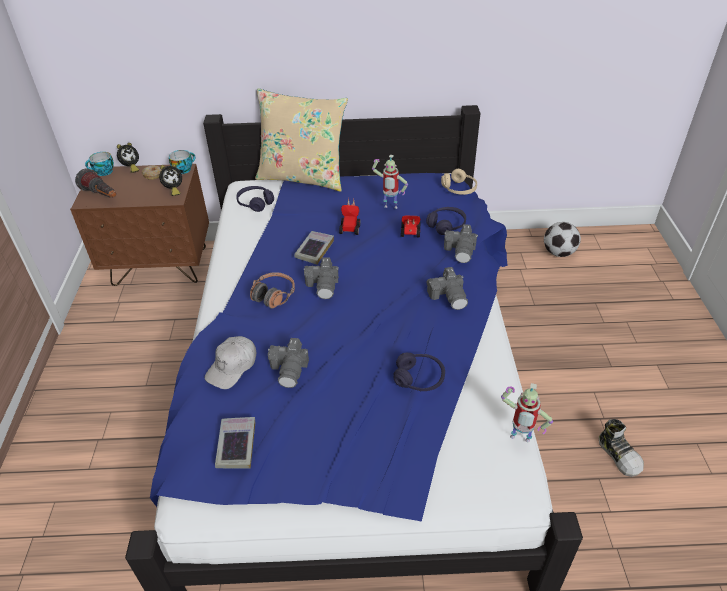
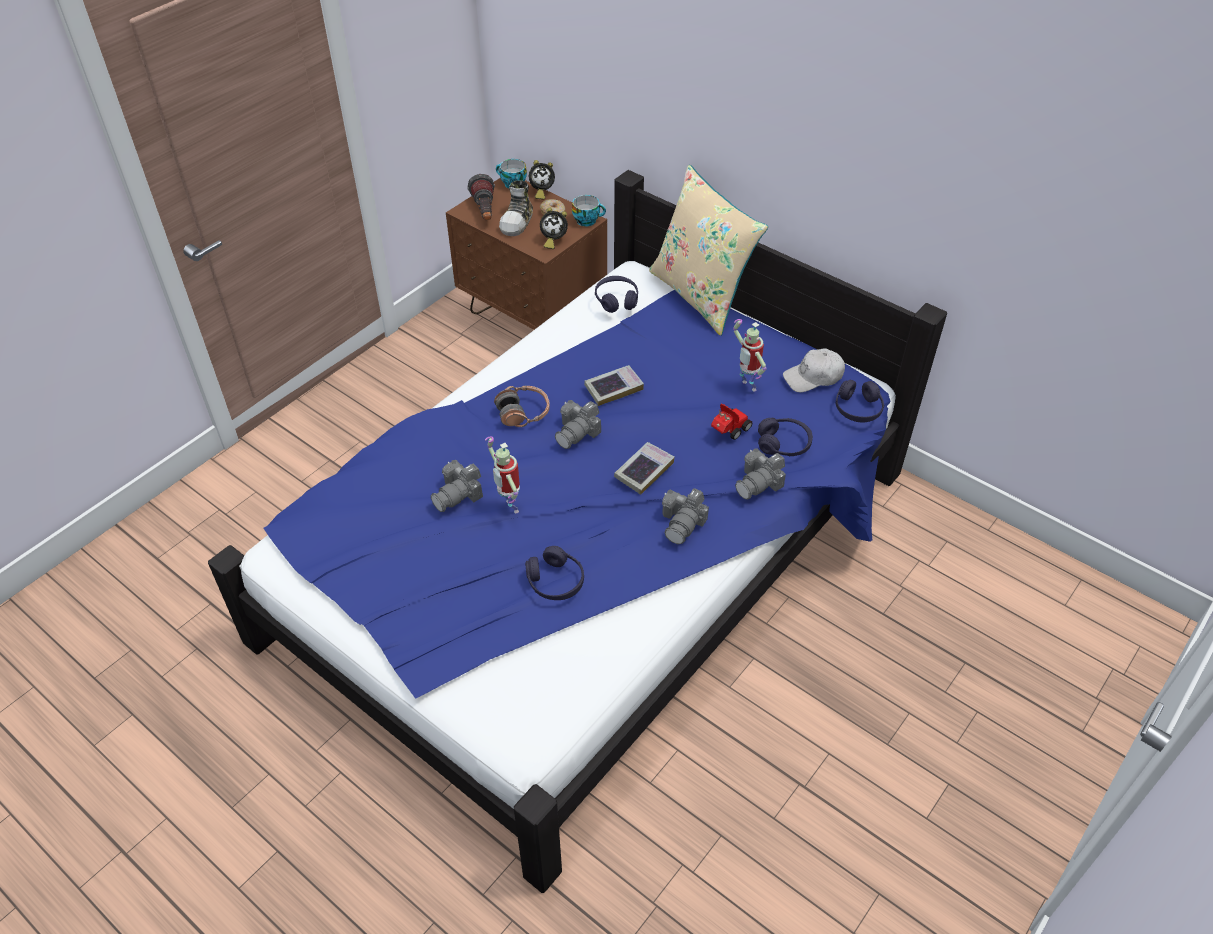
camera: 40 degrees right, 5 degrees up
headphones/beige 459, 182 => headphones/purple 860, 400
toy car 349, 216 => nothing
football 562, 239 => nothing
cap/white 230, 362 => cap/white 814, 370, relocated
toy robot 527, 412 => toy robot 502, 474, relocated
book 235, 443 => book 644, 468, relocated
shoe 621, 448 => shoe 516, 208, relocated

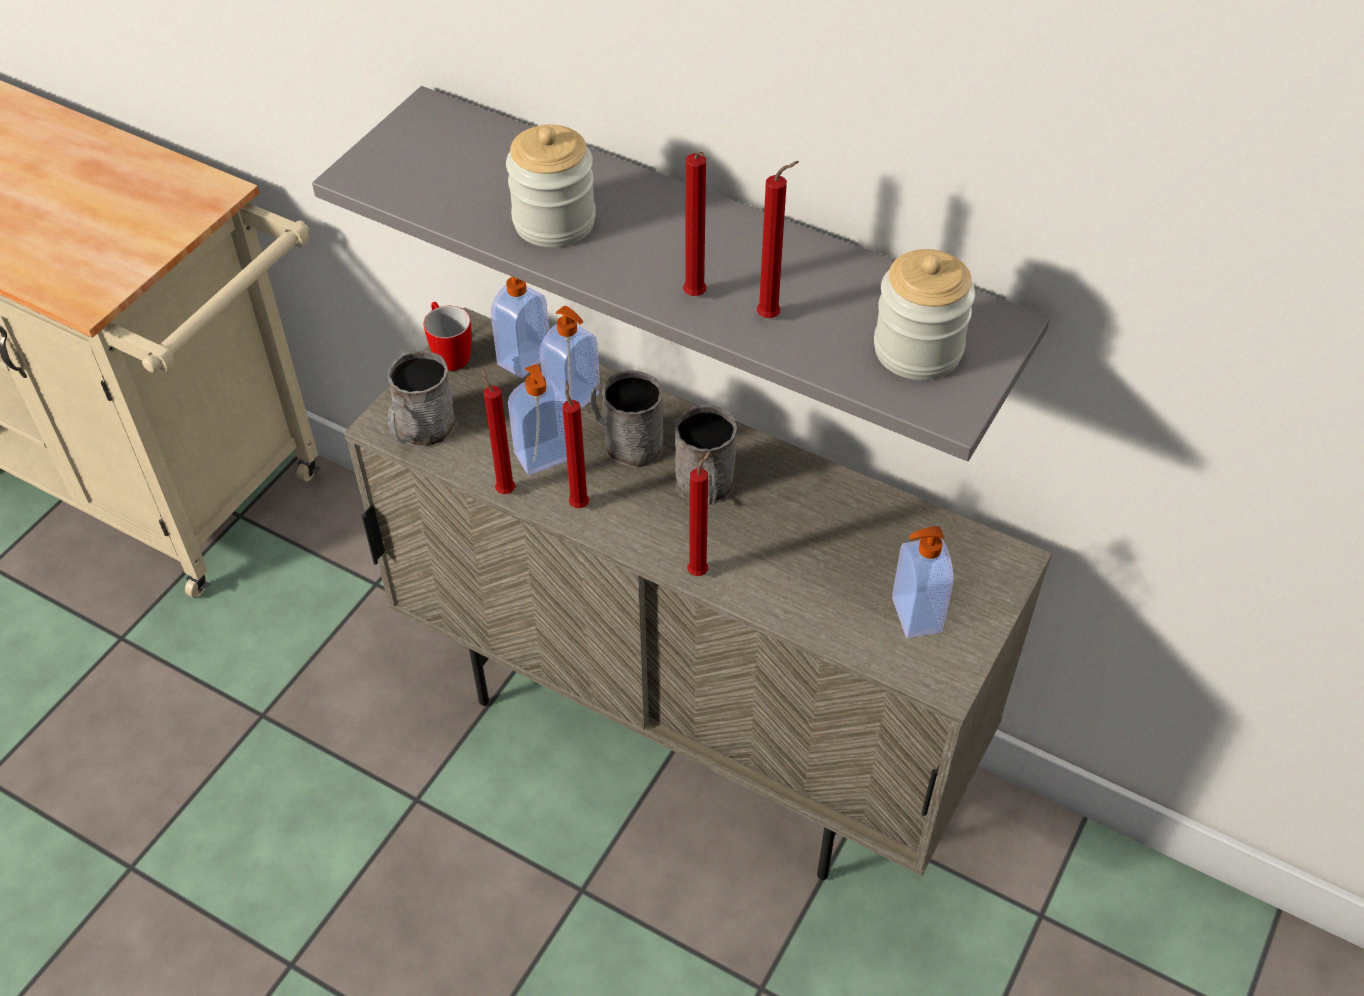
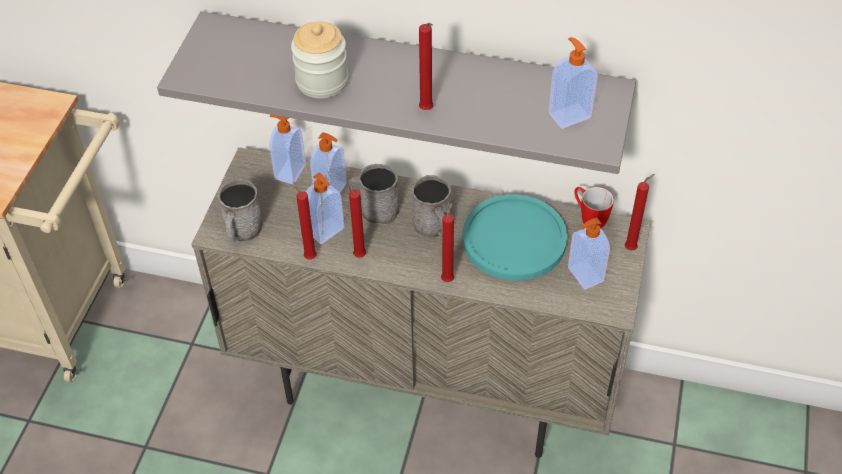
camera: 15 degrees left, 0 degrees up
candle/red 778, 239 => candle/red 640, 212, relocated
jar 924, 314 => soap dispenser 573, 83
mug 448, 336 => mug 594, 207, relocated
nothing => plate/turquoise 514, 237

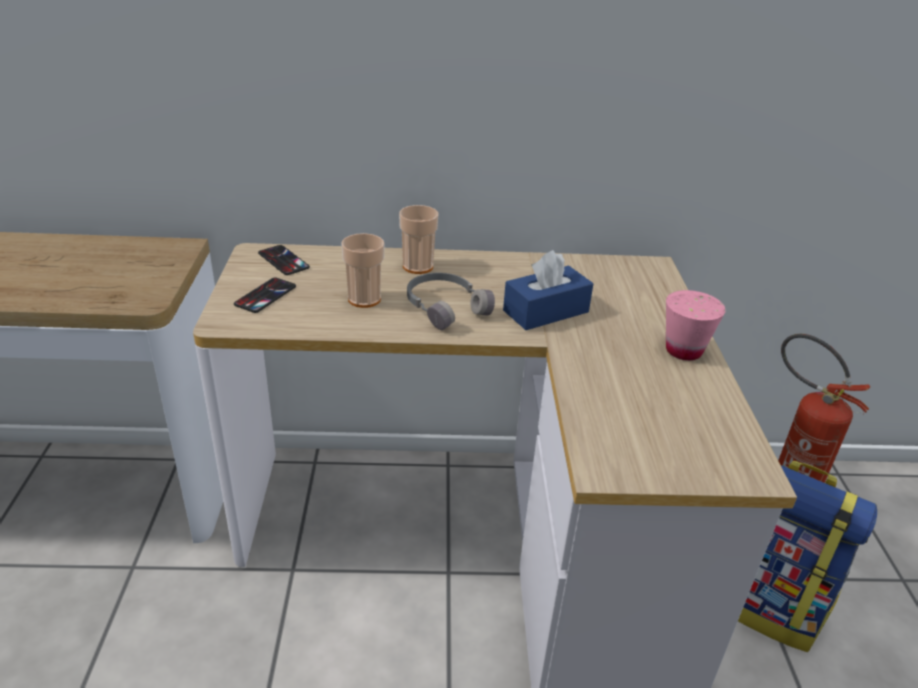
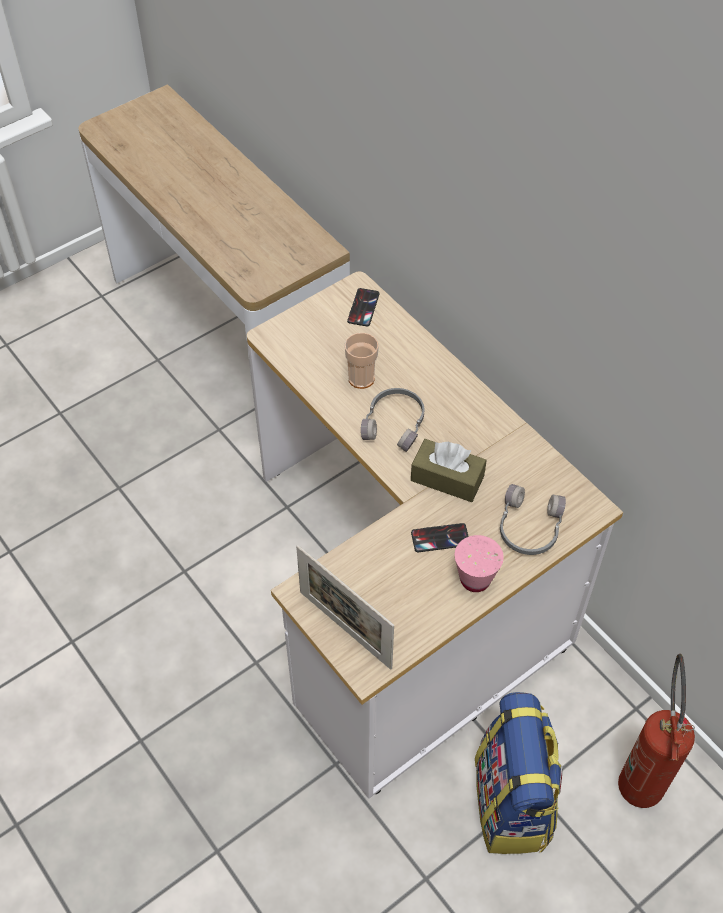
camera: 55 degrees right, 20 degrees up
cup 419, 239 => nothing
tissue box/blue 548, 290 => tissue box/brown 449, 470
phone 265, 295 => phone 440, 537, relocated
nothing => headphones/grey 533, 519
nothing => picture frame 345, 607

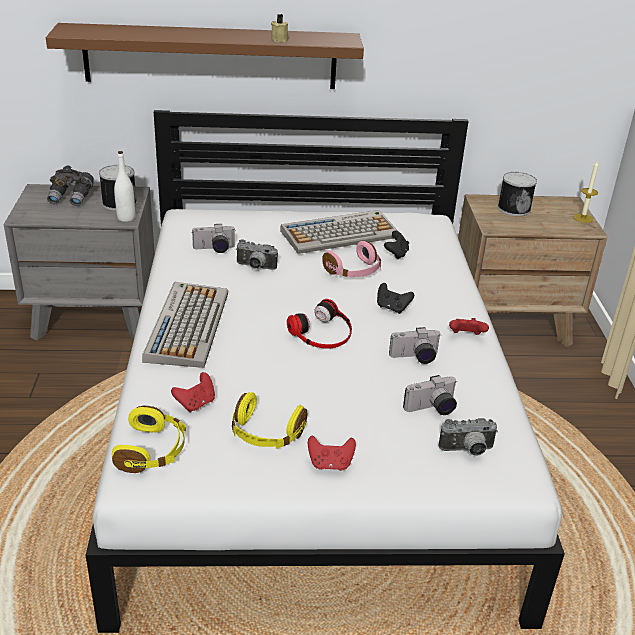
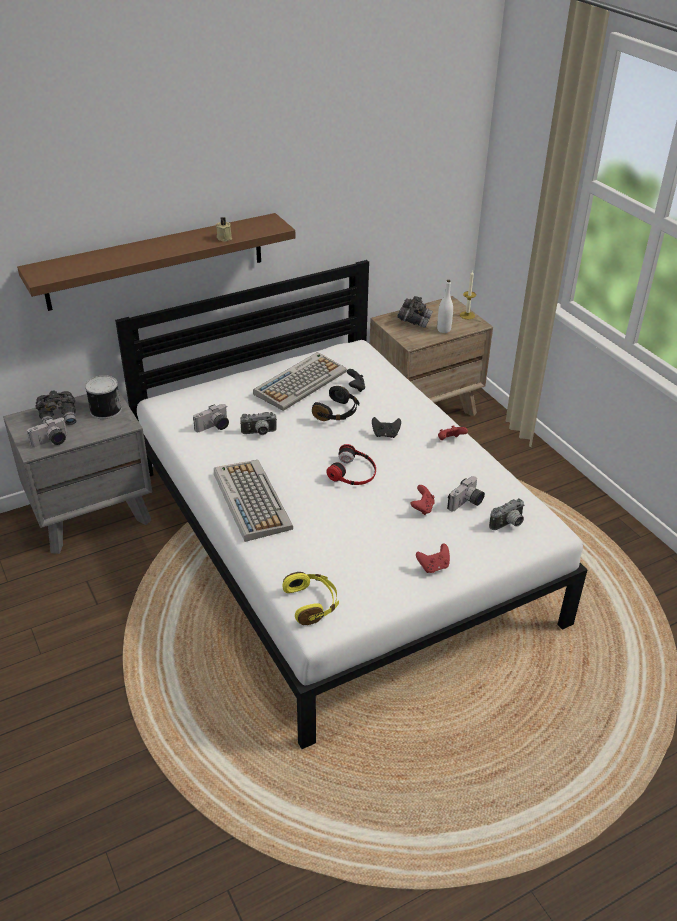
camera: 25 degrees left, 5 degrees up
bottle/white 124, 186 => bottle/white 445, 306, relocated
can 517, 194 => binoculars/grey 415, 312
headphones/pink 351, 259 => headphones/black 335, 403
photo camera 414, 345 => photo camera 47, 432, relocated
game controller/red 193, 392 => game controller/red 423, 500, relocated
headphones/yellow 269, 420 => nothing

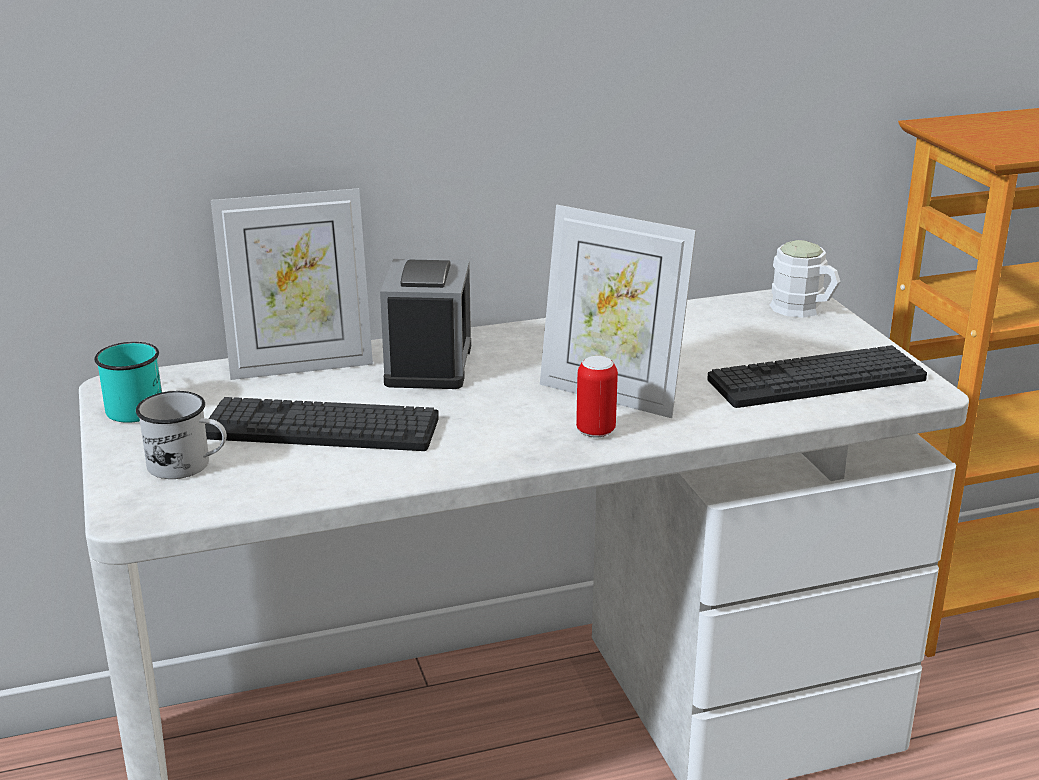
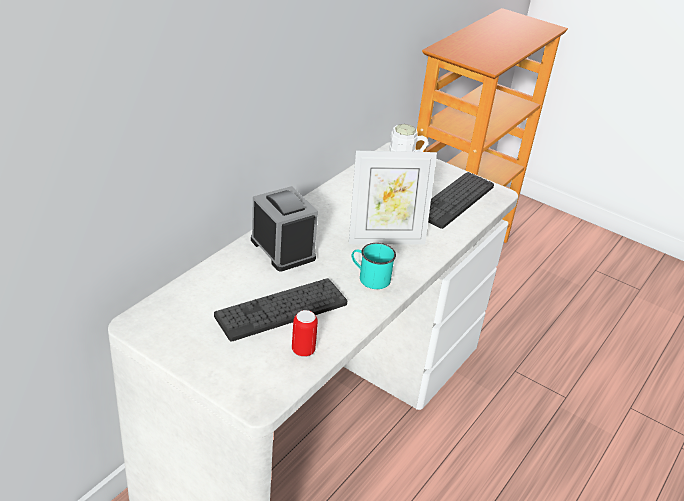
camera: 40 degrees left, 10 degrees up
picture frame 292, 284 => nothing
mug/turquoise 128, 382 => mug/turquoise 373, 266, relocated
can 597, 397 => can 305, 333, relocated
mug/white 181, 435 => nothing

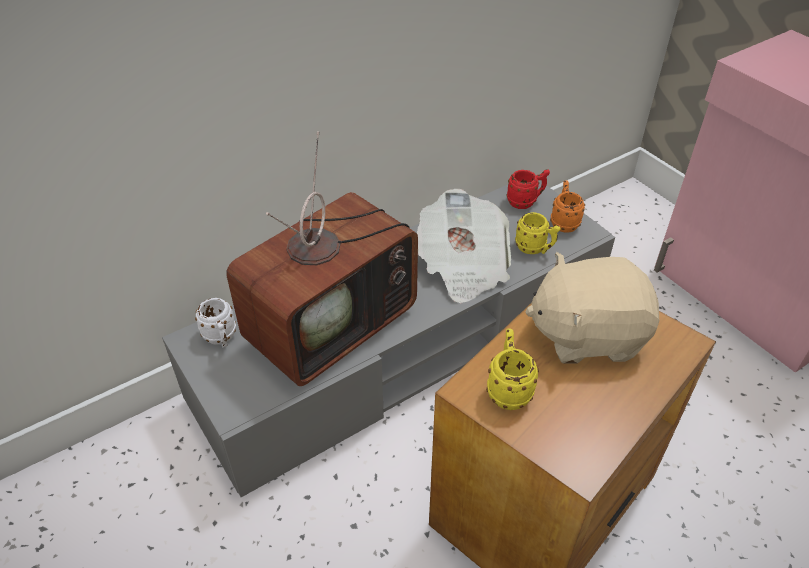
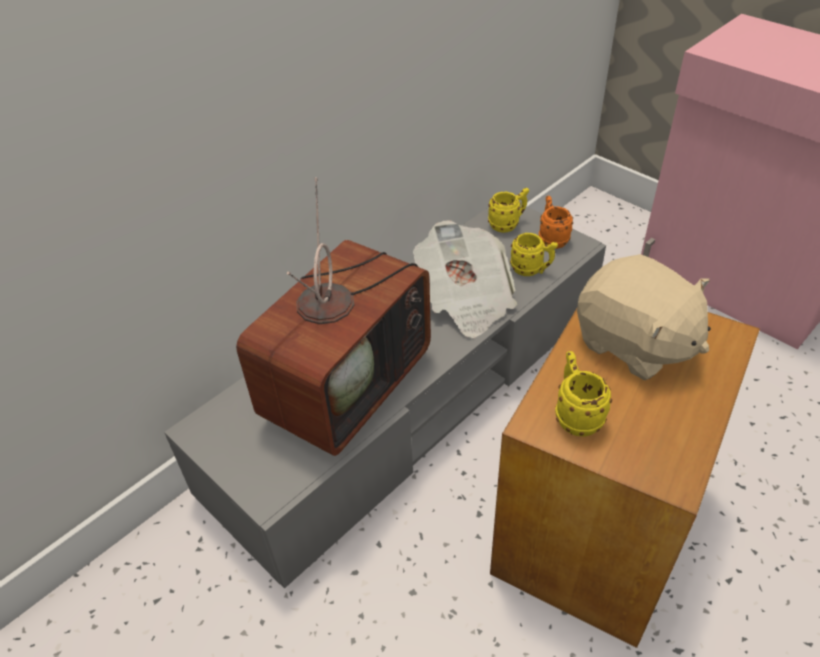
camera: 10 degrees left, 0 degrees up
mug/red 528, 189 => mug/yellow 508, 210
plush toy/beige 592, 308 => plush toy/beige 644, 317, 120 degrees counterclockwise
mug/white 215, 322 => nothing

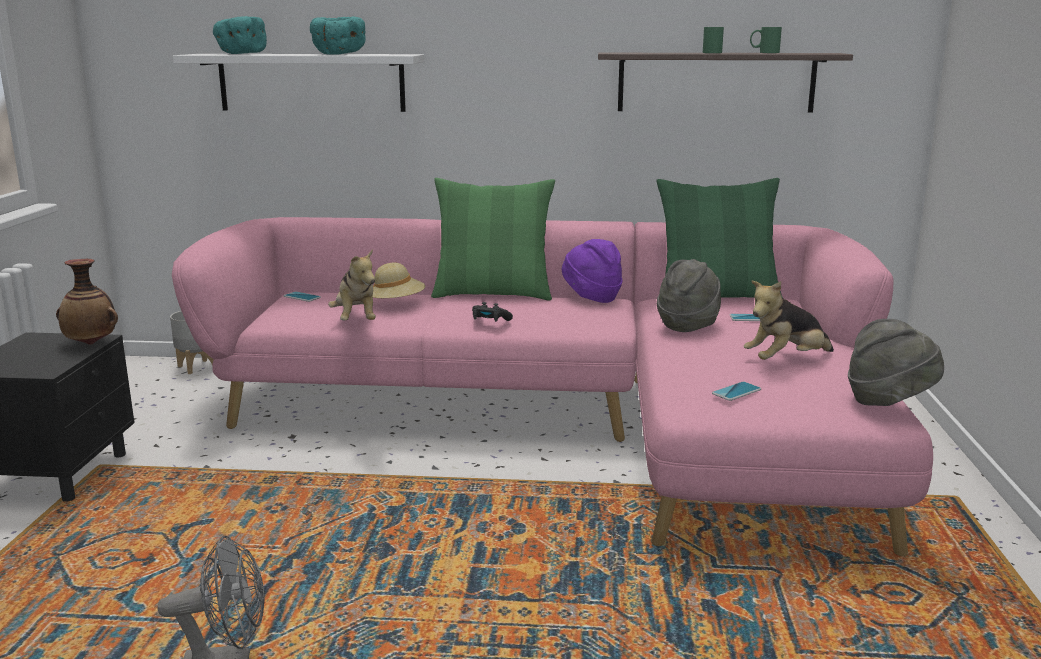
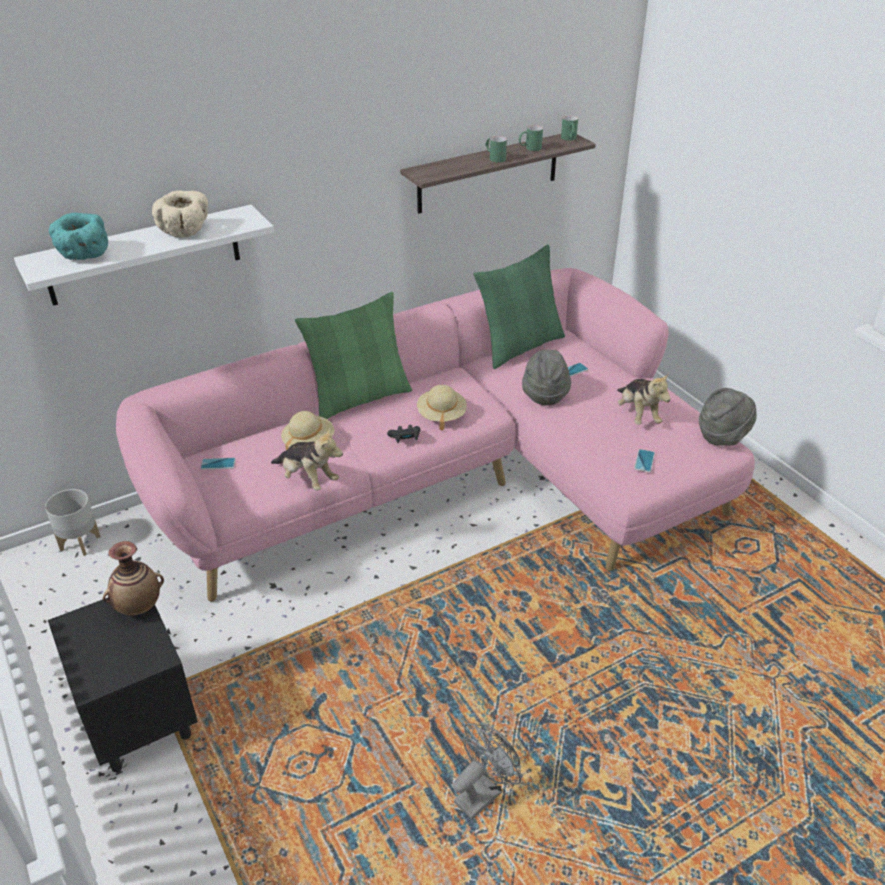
camera: 35 degrees left, 20 degrees up
bowl/turquoise 338, 36 => bowl/beige 180, 214
hat/purple 592, 271 => nothing
plush toy 789, 320 => plush toy 644, 399, 45 degrees counterclockwise
nothing => mug/green 569, 128
nothing => hat/beige 442, 408

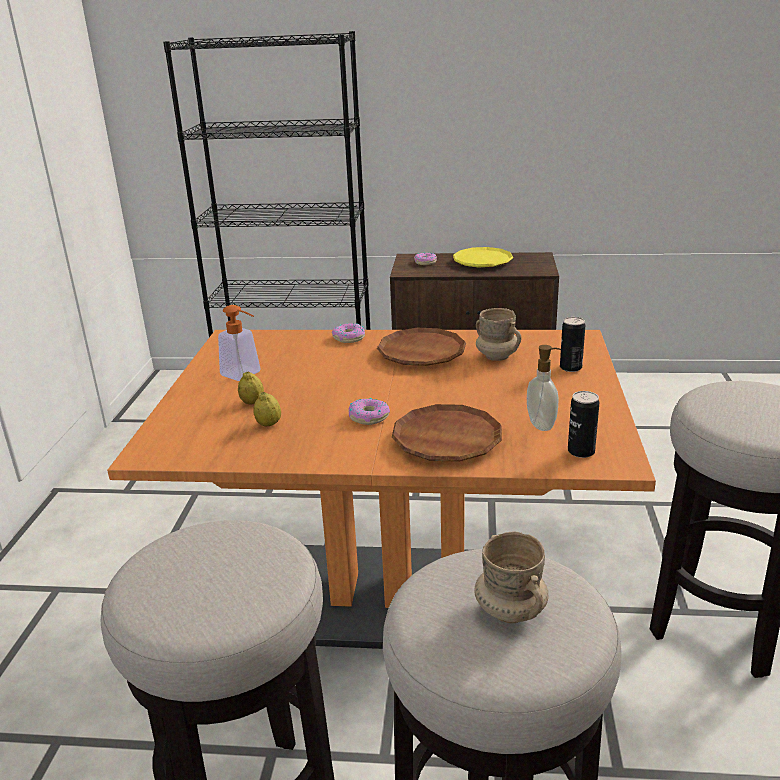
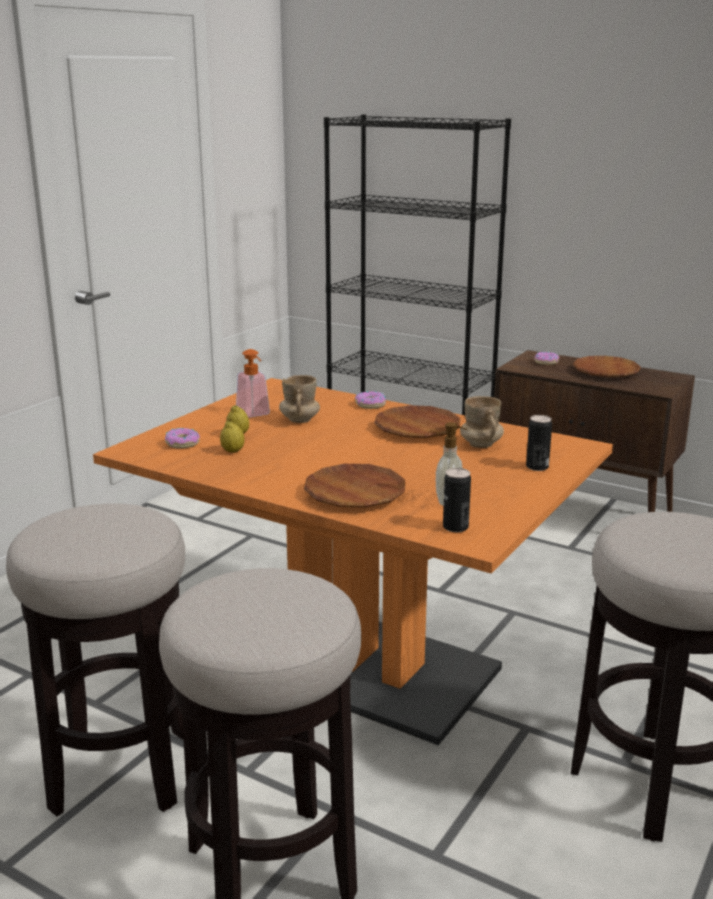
camera: 25 degrees right, 5 degrees down
plate/yellow 483, 257 => plate/brown 607, 366
donut 369, 411 => donut 182, 438, relocated
mug/beige 511, 577 => mug/beige 299, 399, relocated

